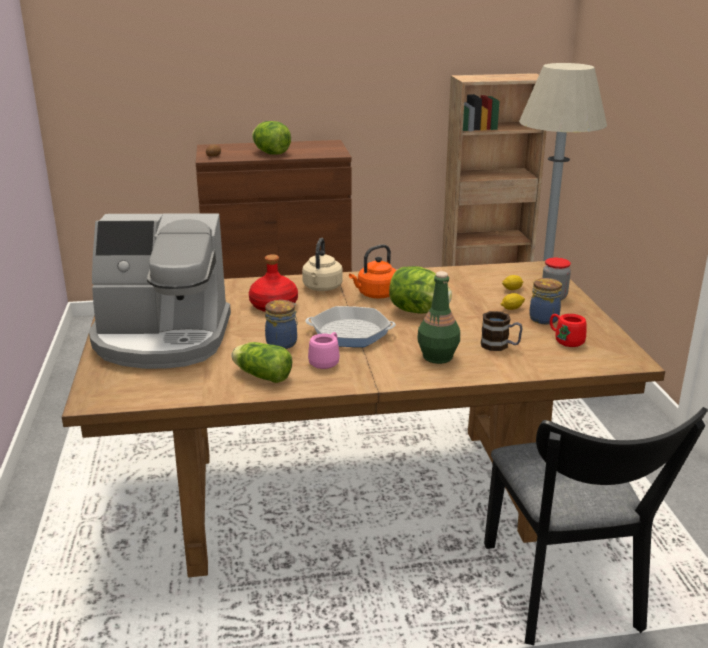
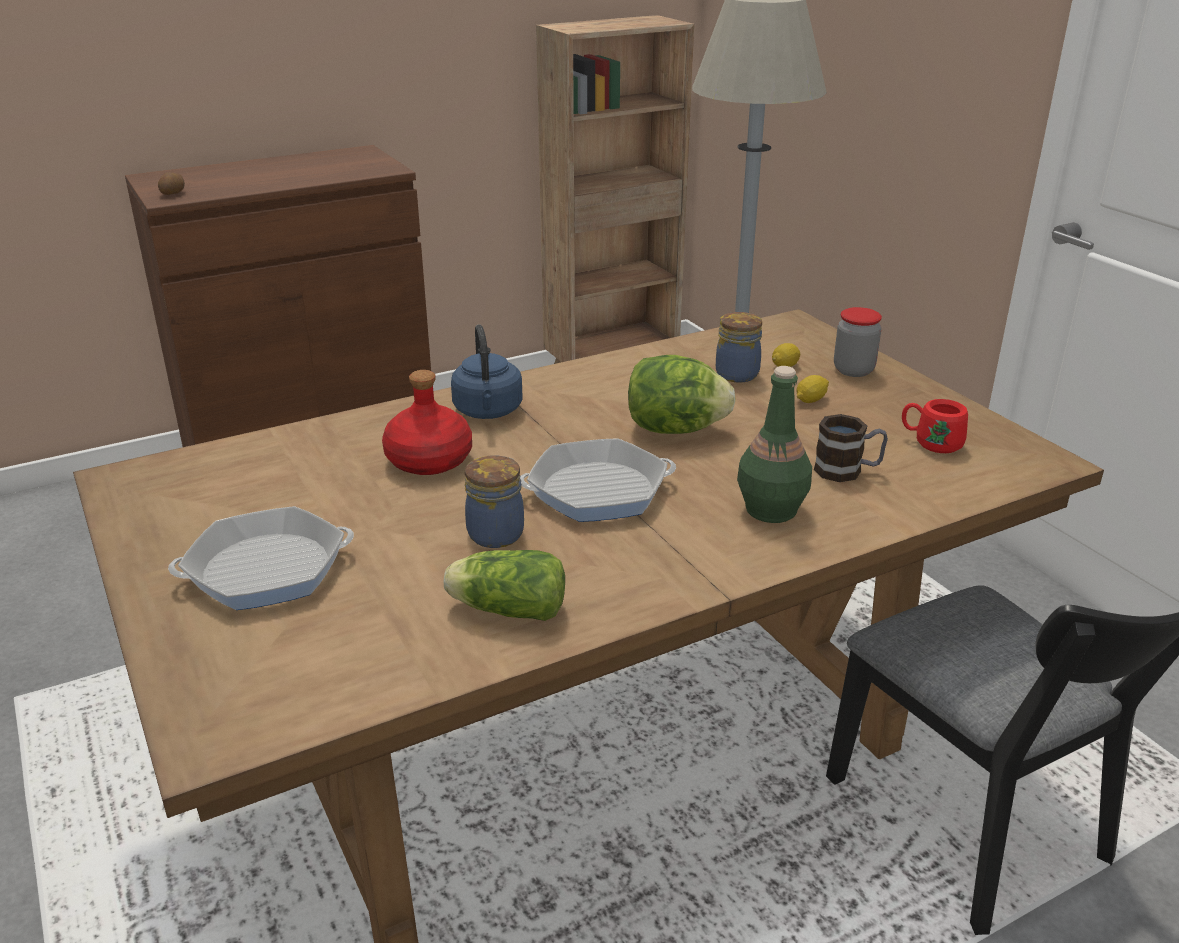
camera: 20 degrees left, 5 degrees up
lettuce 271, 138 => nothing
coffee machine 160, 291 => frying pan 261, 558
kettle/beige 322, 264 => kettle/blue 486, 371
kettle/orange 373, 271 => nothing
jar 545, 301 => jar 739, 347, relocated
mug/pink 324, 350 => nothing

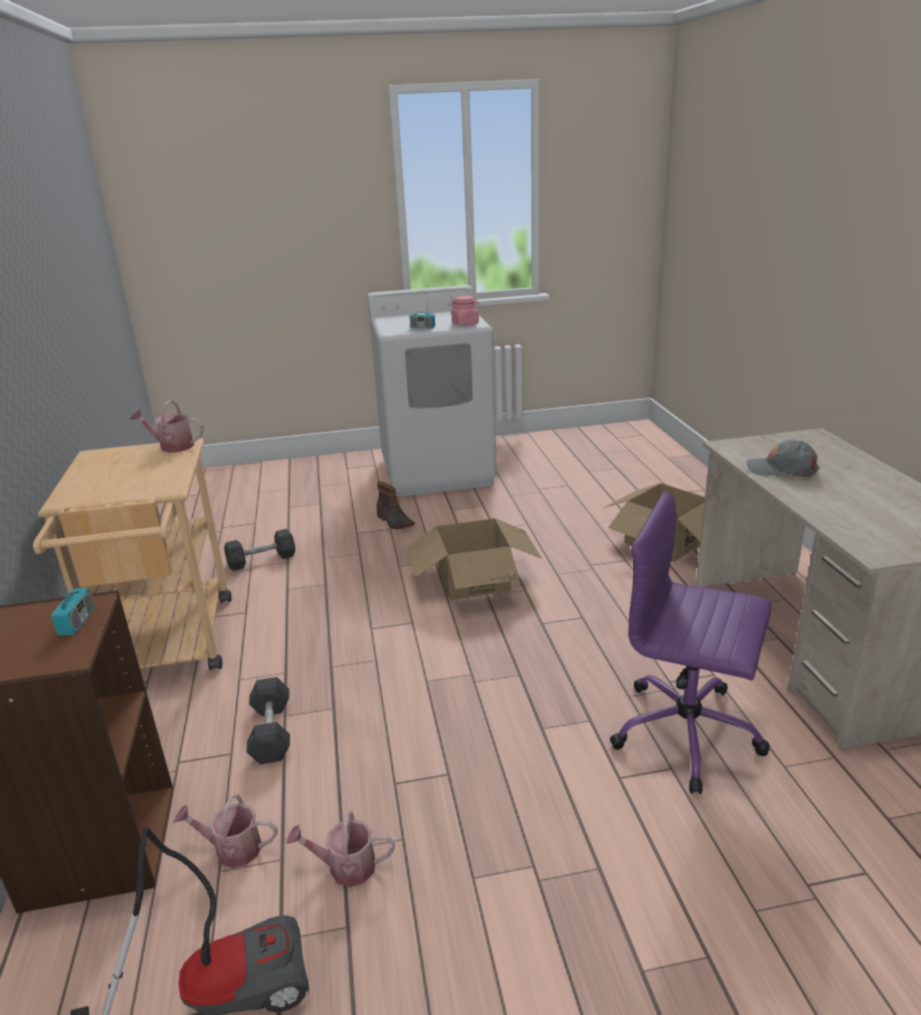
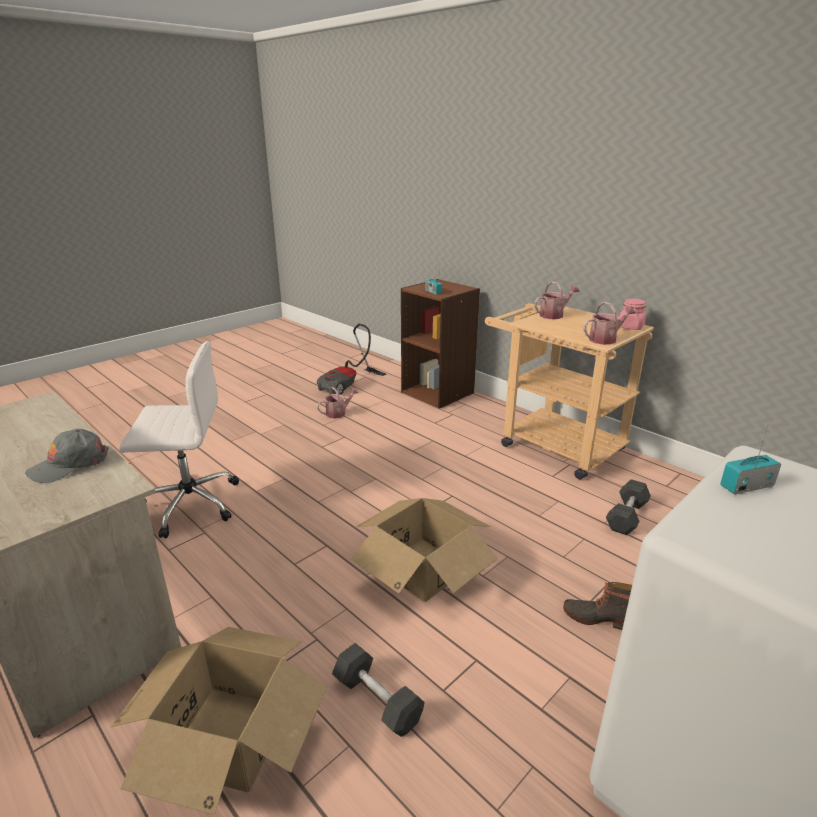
camera: 145 degrees right, 0 degrees up
jar/pink 465, 311 => jar/pink 632, 314, relocated
cap/grey 783, 458 => cap/grey 67, 456, 150 degrees clockwise
office chair/purple 690, 642 => office chair/white 179, 439
dumbbell/grey 268, 720 => dumbbell/grey 378, 690, relocated
watering can 225, 831 => watering can 556, 300, relocated

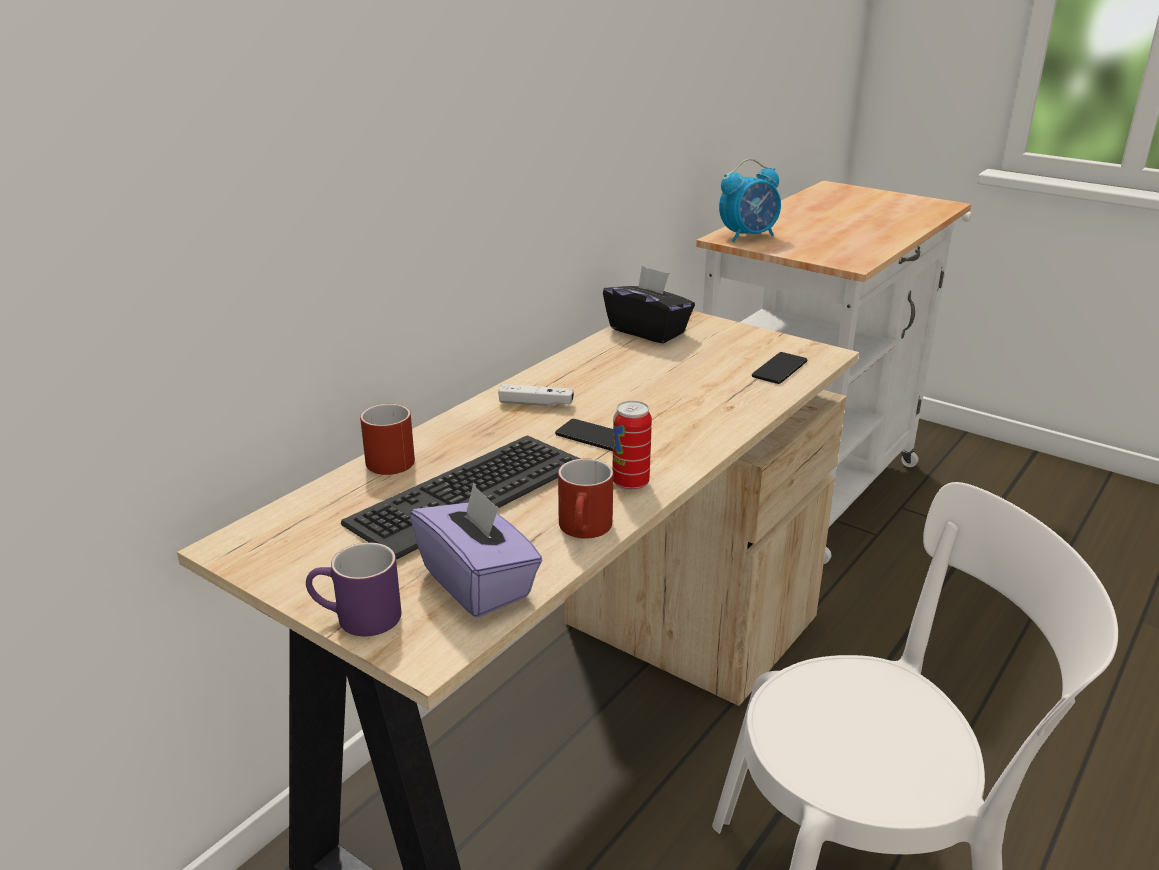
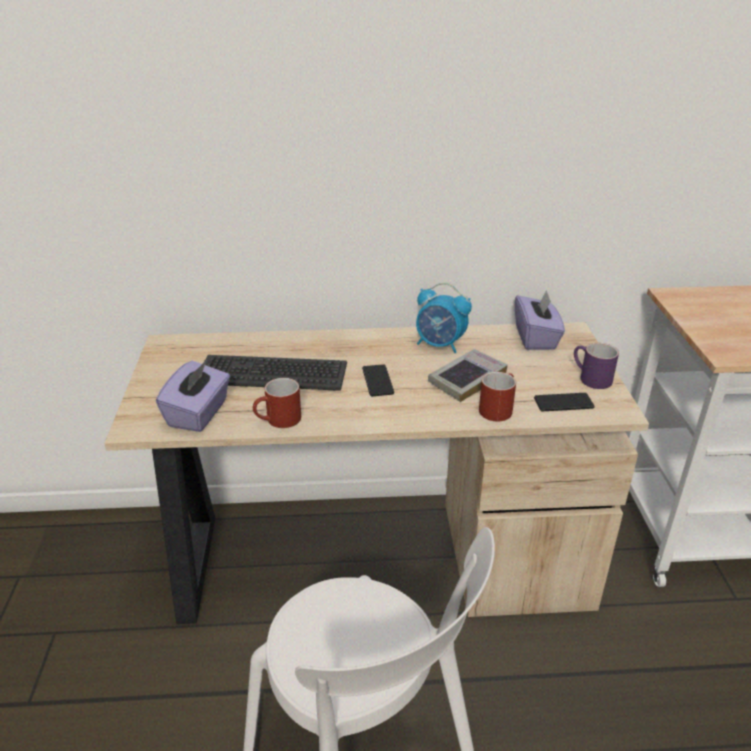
camera: 50 degrees right, 5 degrees up
alarm clock 750, 200 => alarm clock 444, 318, relocated
tissue box/black 649, 305 => tissue box/purple 540, 320
game controller/white 536, 395 => nothing
can 632, 446 => nothing
mug/red 387, 439 => mug/red 497, 396, relocated
mug/purple 353, 589 => mug/purple 596, 366, relocated
nothing => book 468, 375

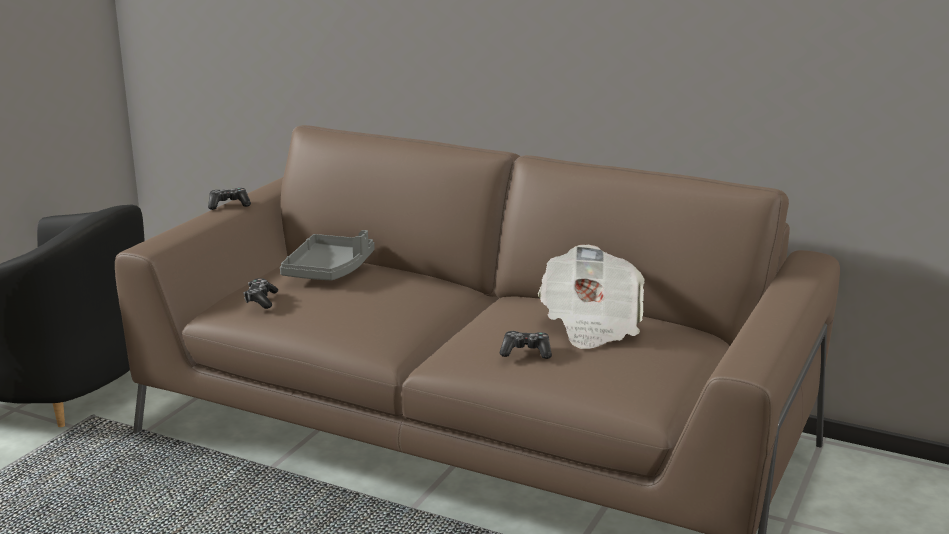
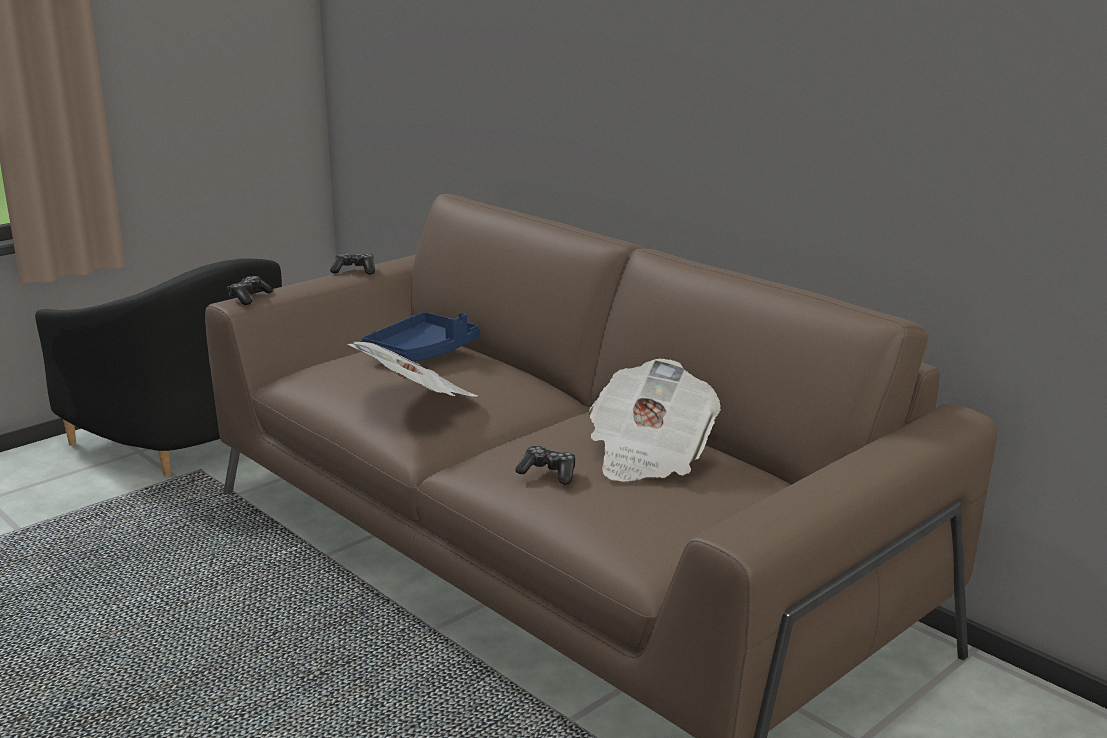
camera: 20 degrees right, 0 degrees up
tray/grey 327, 255 => tray/blue 420, 337
game controller 261, 293 => game controller 250, 290, relocated
nothing => newspaper 412, 369

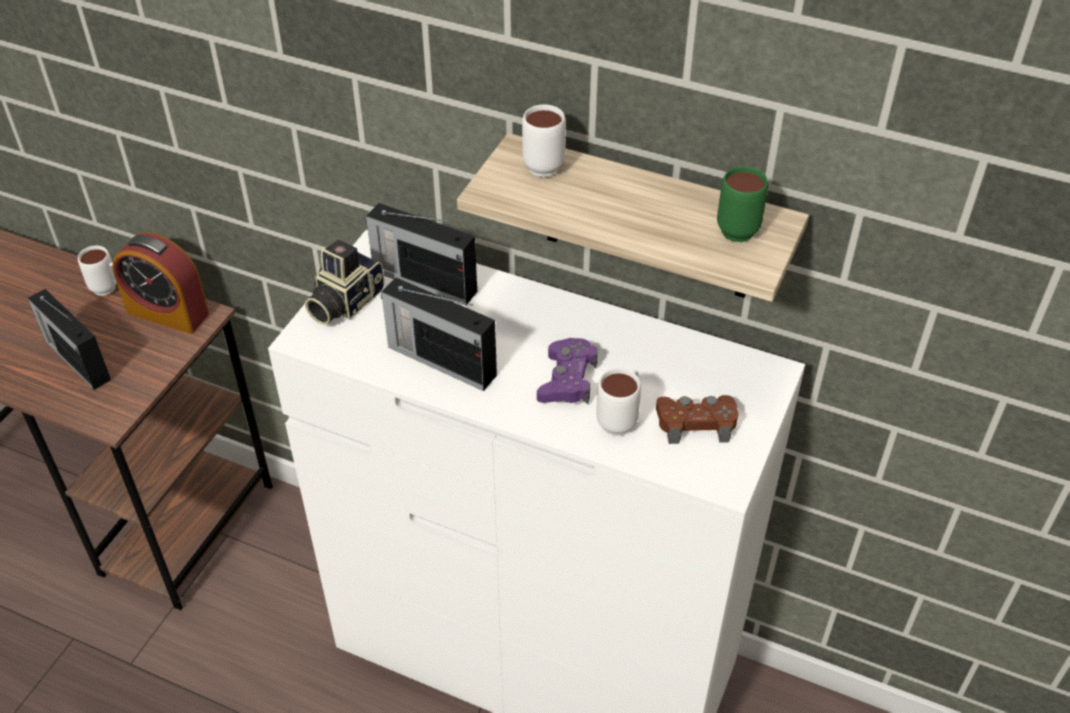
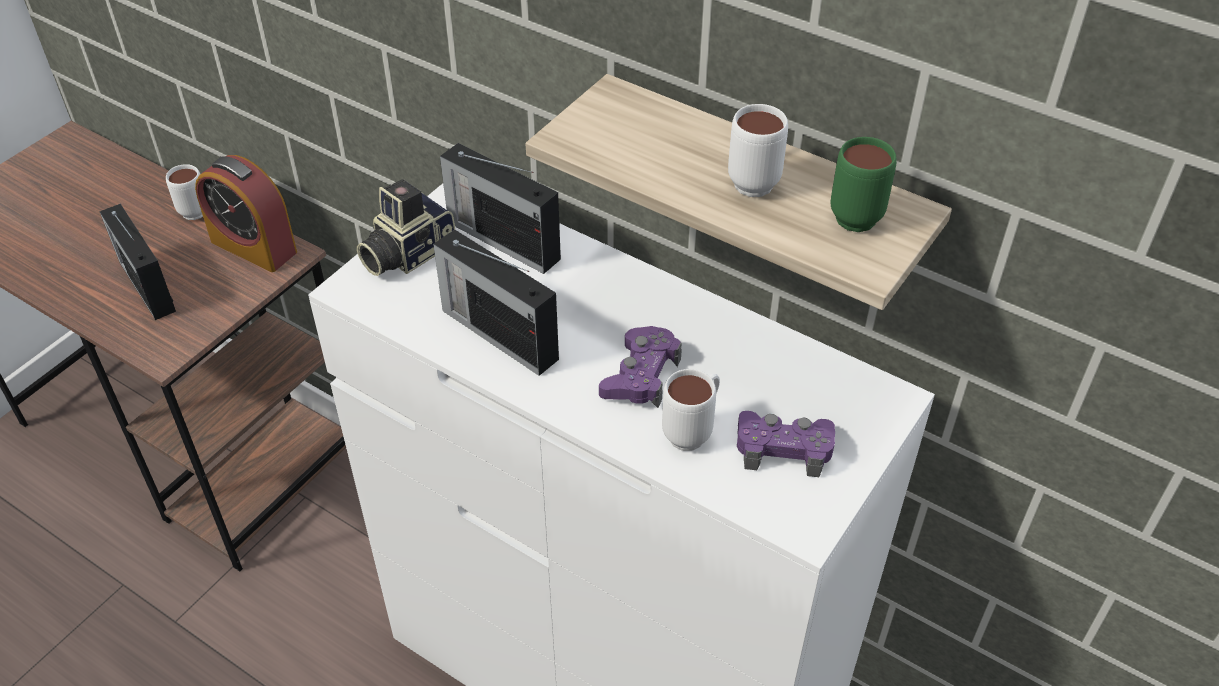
camera: 10 degrees right, 0 degrees up
mug/white 544, 141 => mug/white 758, 150, relocated
game controller/brown 697, 419 => game controller/purple 786, 444

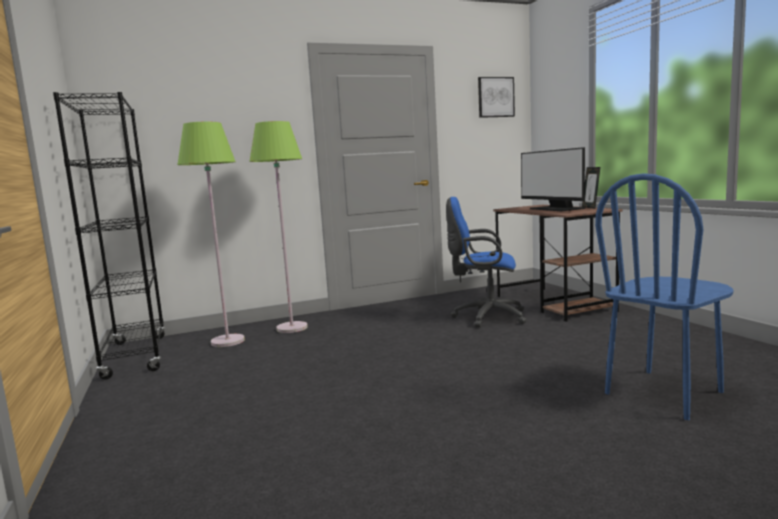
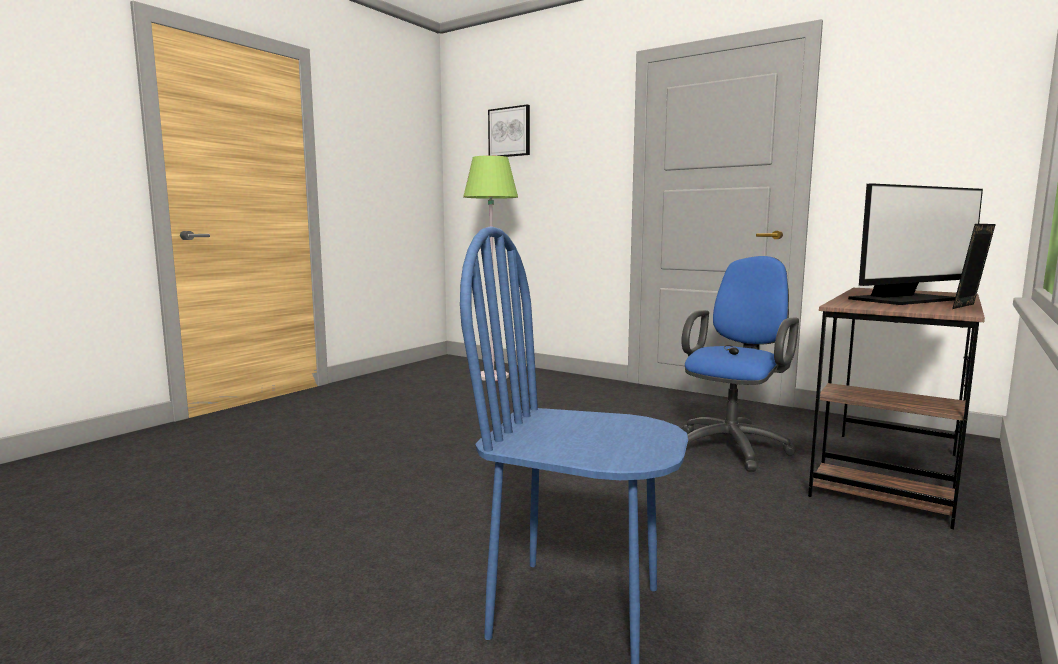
camera: 55 degrees right, 0 degrees up
picture 496, 97 => picture 509, 131, relocated
bookcase/black 109, 236 => nothing
floor lamp/green 278, 227 => nothing
monitor 553, 179 => monitor 915, 244, 150 degrees counterclockwise
office chair/blue 486, 262 => office chair/blue 740, 363, 60 degrees clockwise

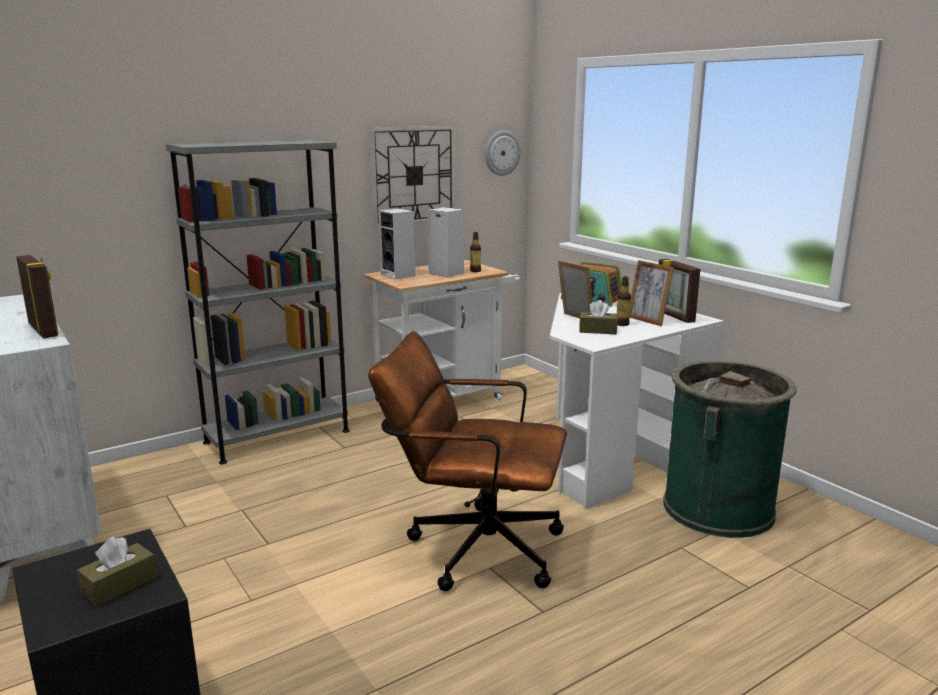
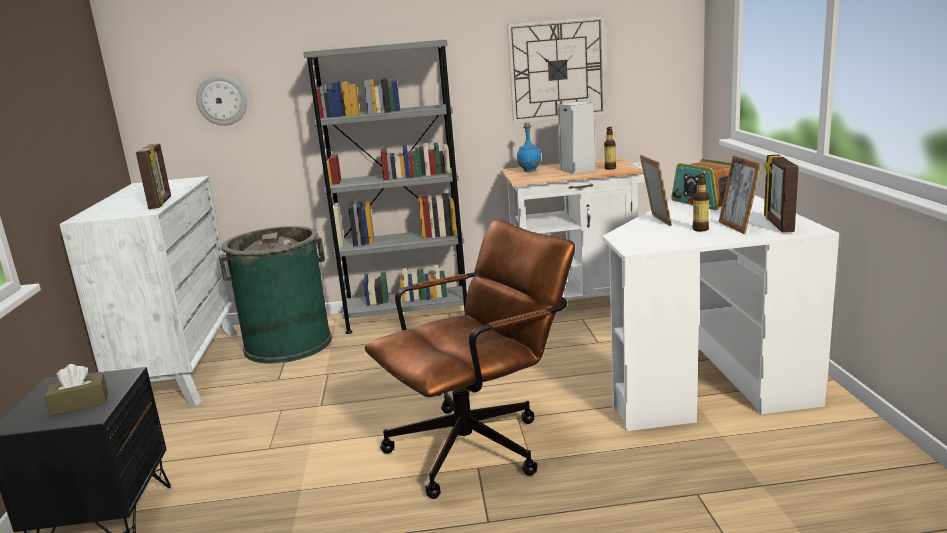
camera: 30 degrees right, 0 degrees up
wall clock 503, 153 => wall clock 221, 100, relocated
speaker 397, 243 => bottle/blue 529, 147
tissue box/brown 598, 317 => nothing
office chair/brown 467, 461 => office chair/brown 470, 359, 105 degrees clockwise
trash can/green 730, 449 => trash can/green 275, 295, relocated

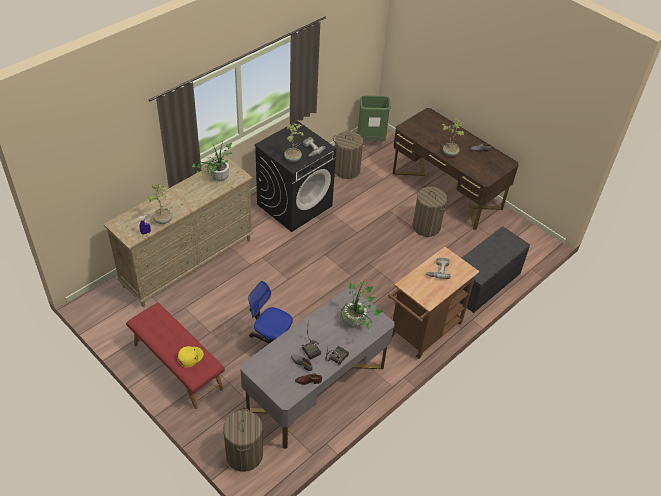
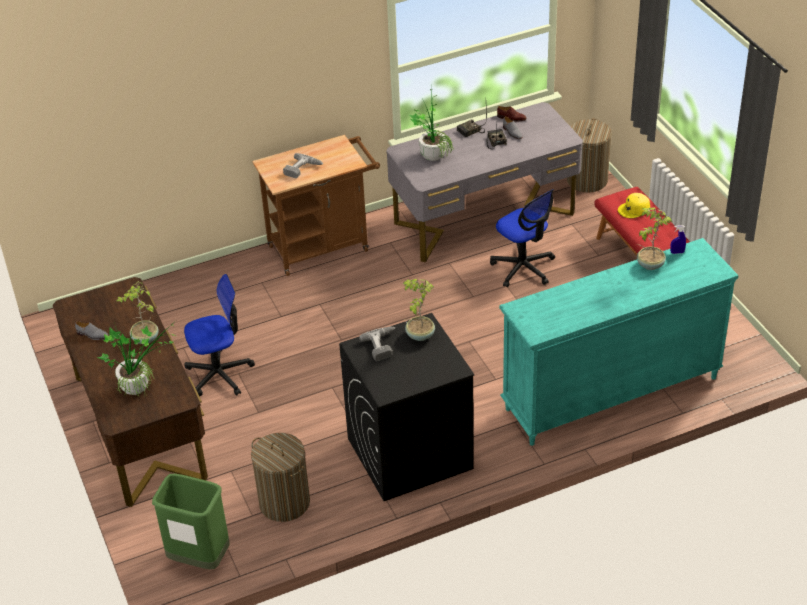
camera: 155 degrees left, 5 degrees down
potted plant 212, 161 => potted plant 136, 360, relocated
dresser/beige 178, 232 => dresser/turquoise 619, 342
laundry basket 429, 212 => office chair 219, 335
bench/grey 495, 269 => nothing

